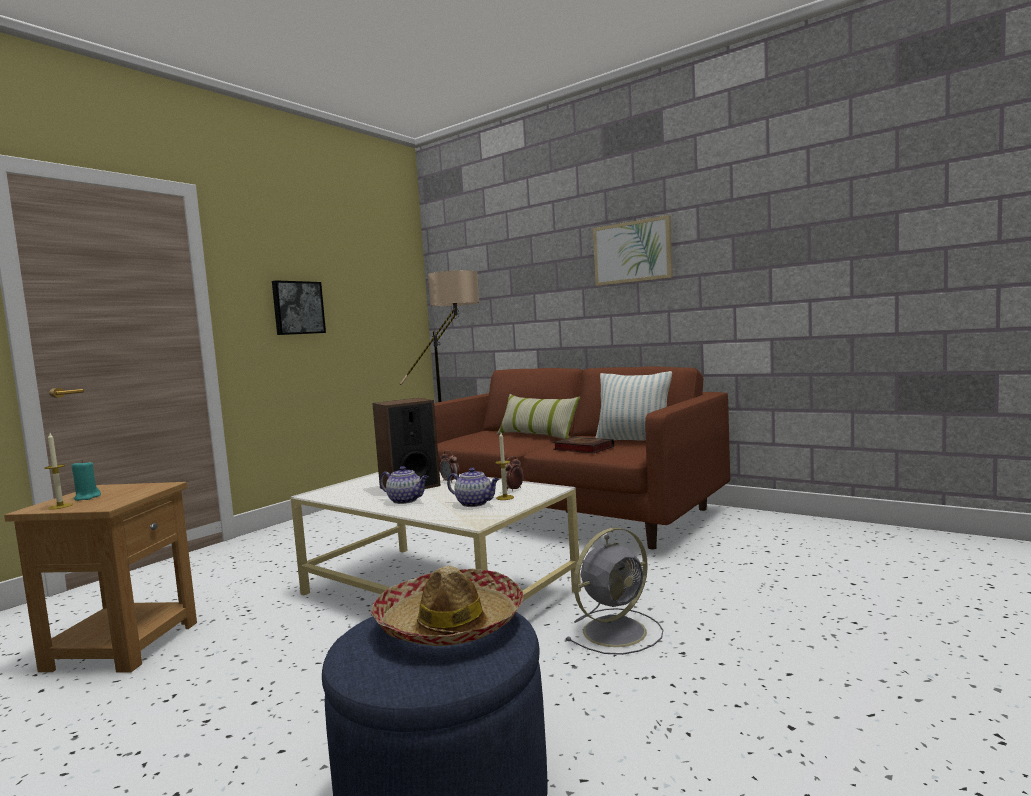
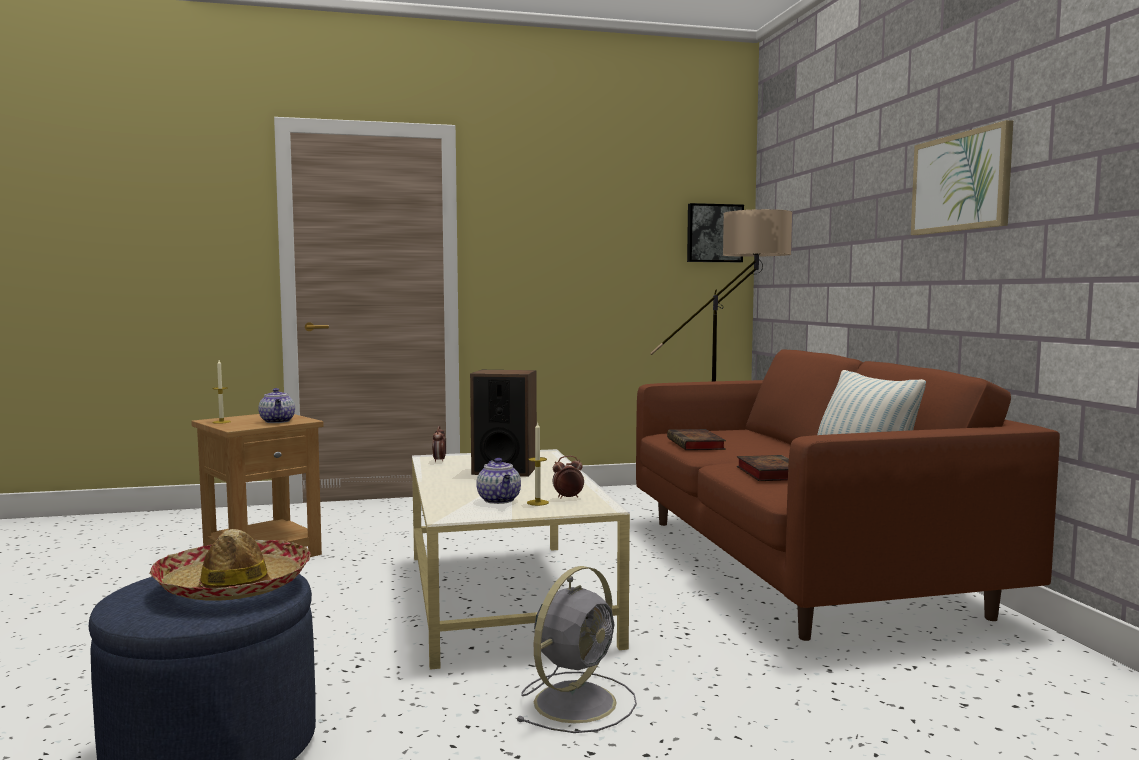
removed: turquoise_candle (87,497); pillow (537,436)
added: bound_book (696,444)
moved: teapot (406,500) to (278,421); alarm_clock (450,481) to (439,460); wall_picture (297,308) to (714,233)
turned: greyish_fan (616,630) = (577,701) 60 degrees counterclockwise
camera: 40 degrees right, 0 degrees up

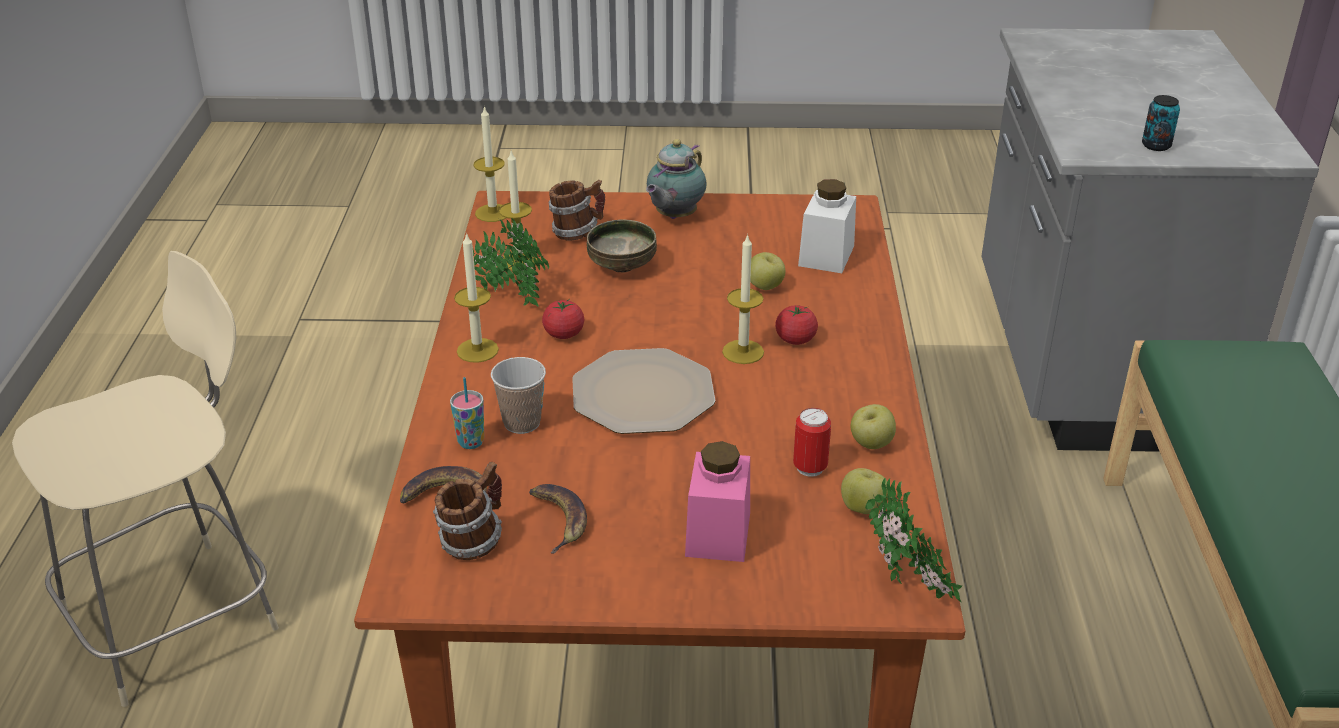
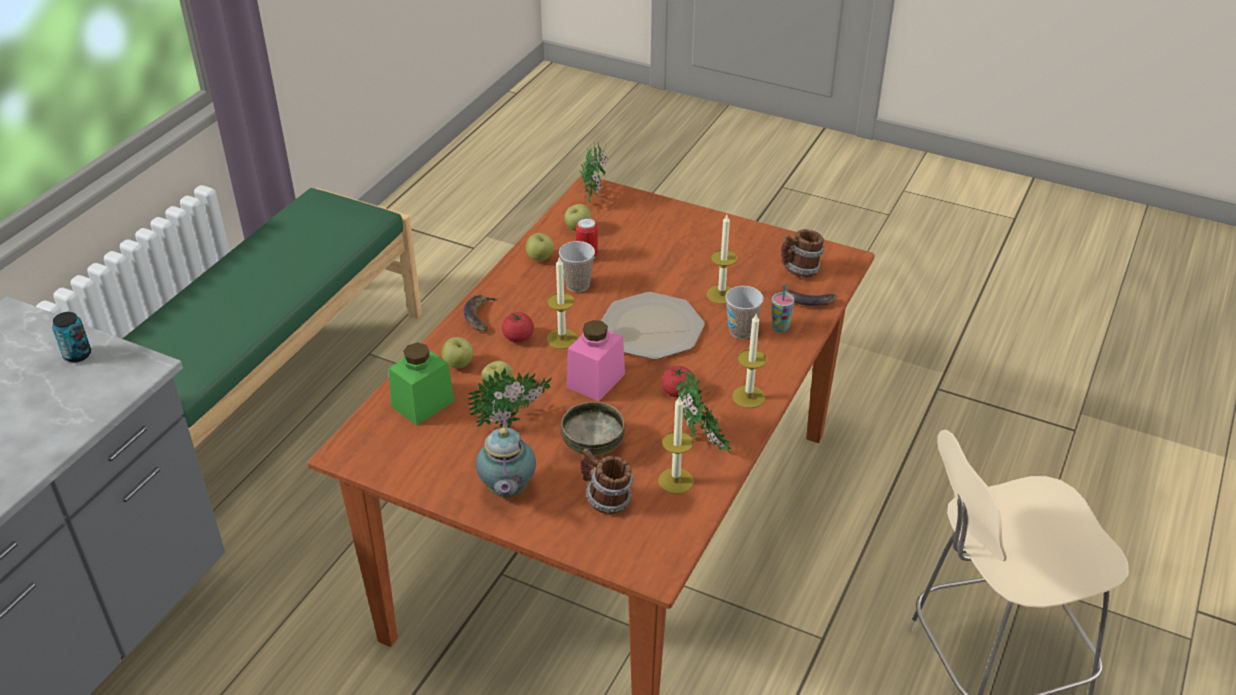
added: apple (458,364); houseplant (514,422); drinking_cup (577,285)
moved: banana (558,519) to (480,316); pink-coloured_preserve_jar (718,534) to (596,380); candle (493,213) to (721,294)
recoloured: whitish_preserve_jar (826,256) to greenish_preserve_jar (423,404)
turned: teapot (674,217) = (507,491) 120 degrees clockwise
camera: 155 degrees left, 5 degrees up

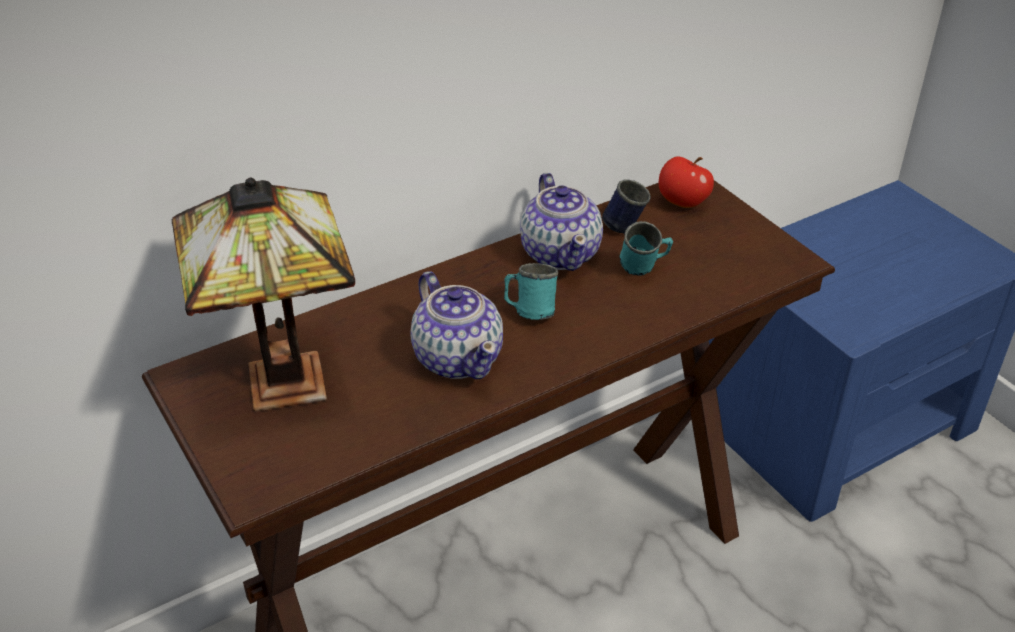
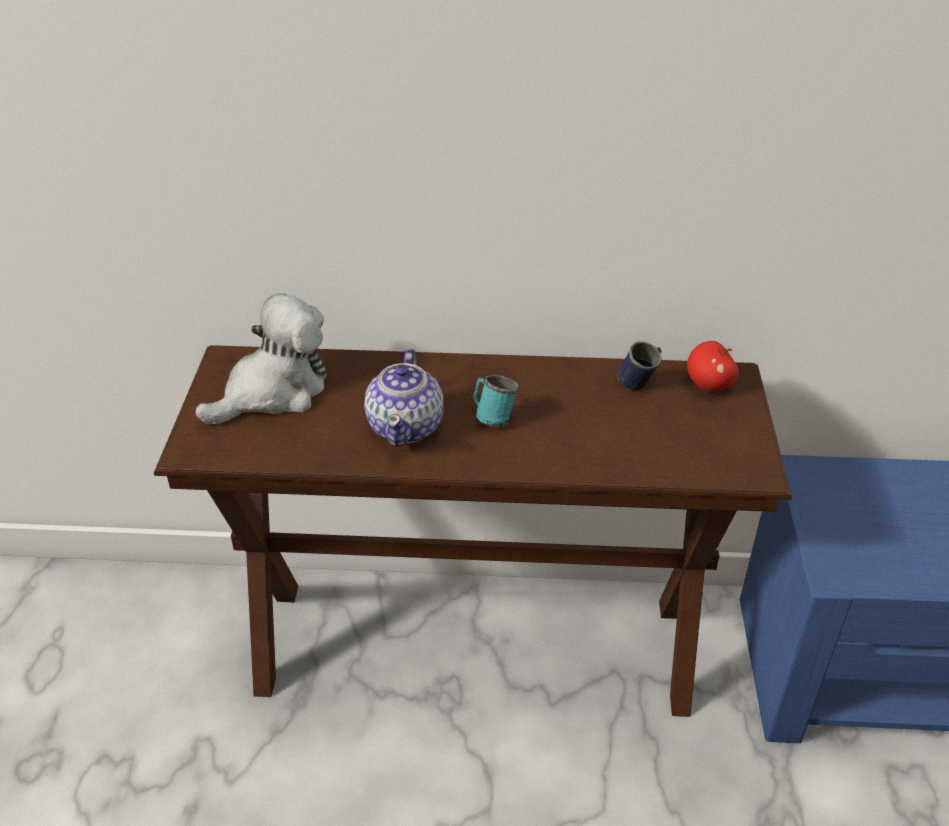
removed: teapot (561,253); turquoise_mug (644,270)
replaced: tabletop_lamp (280,386) to soft_toy (274,392)
camera: 35 degrees right, 0 degrees up

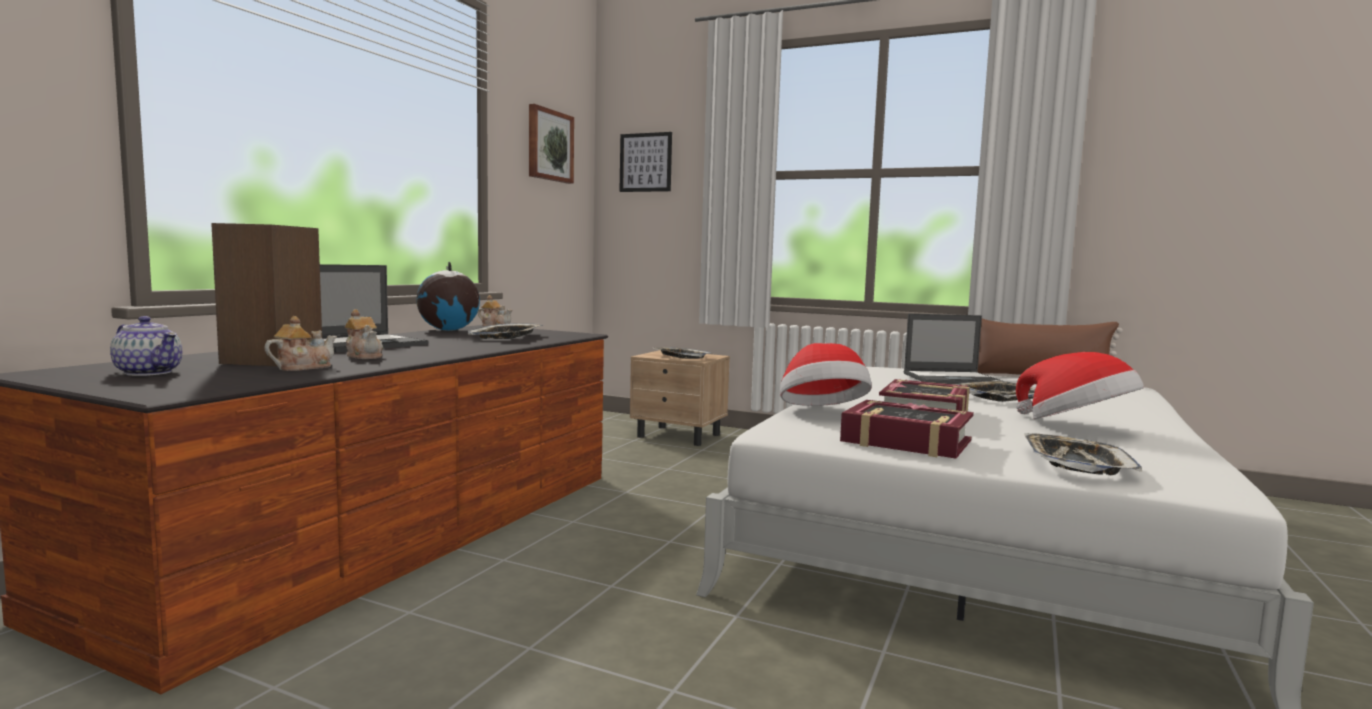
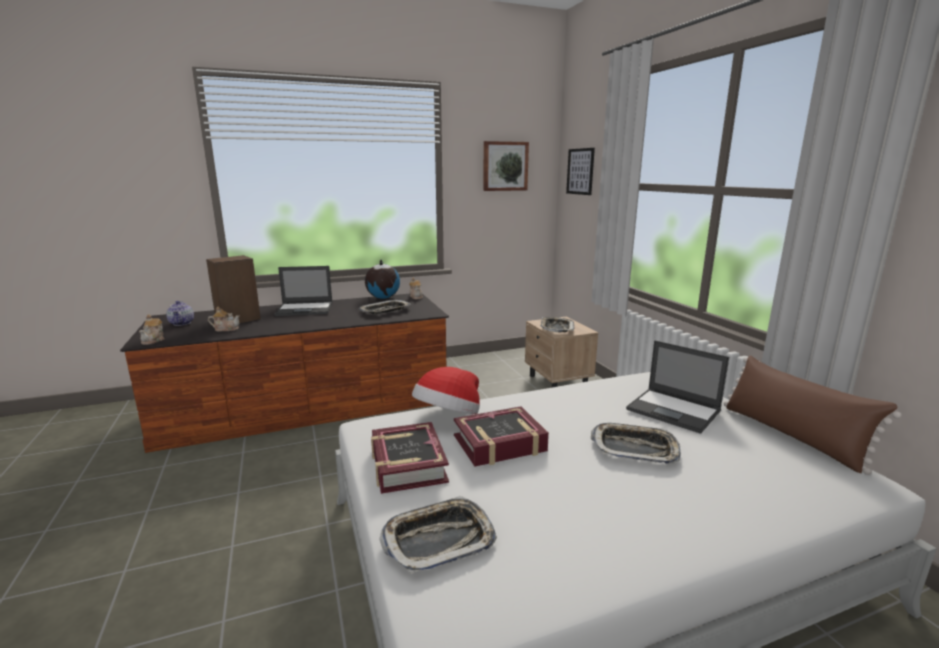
removed: hat (1077,425)
moved: teapot (364,356) to (154,340)
camera: 45 degrees right, 10 degrees up

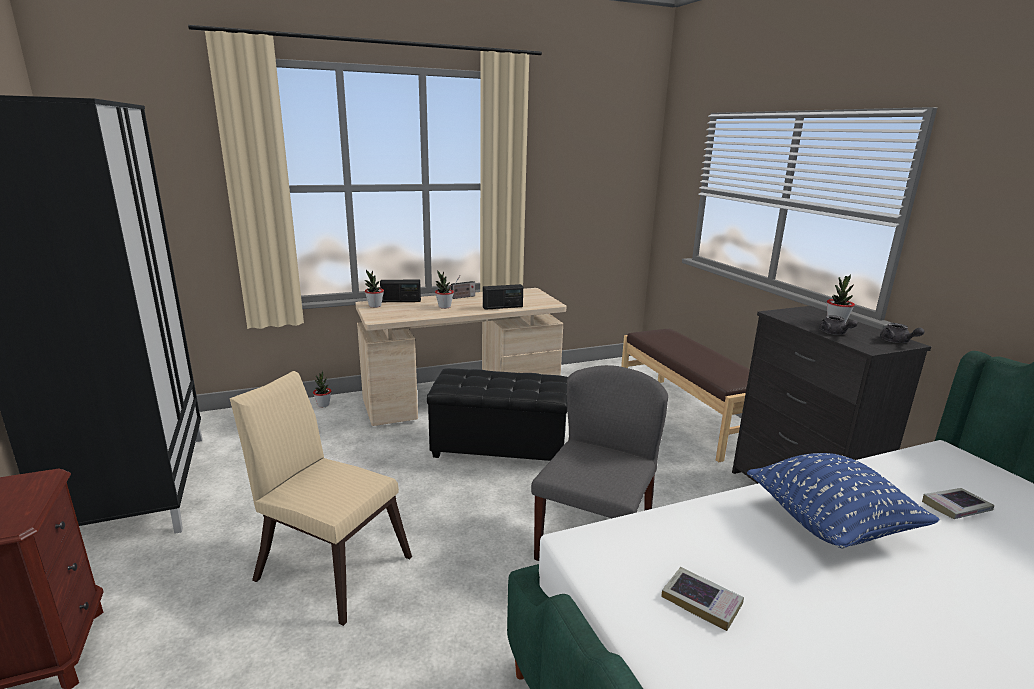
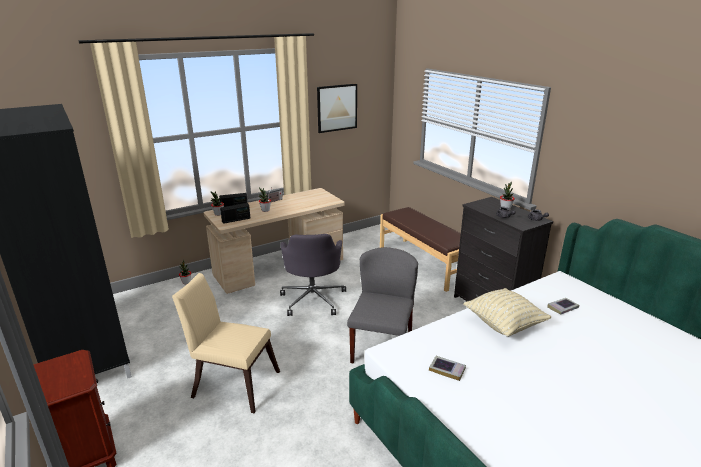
added: wall_picture (337,108)
moved: radio_receiver (502,307) to (236,220)
replaced: blackish_footrest (499,448) to greyish_office_chair (313,299)
recoloured: bluish_pillow (830,524) to beige_pillow (504,324)
camera: 10 degrees left, 5 degrees up

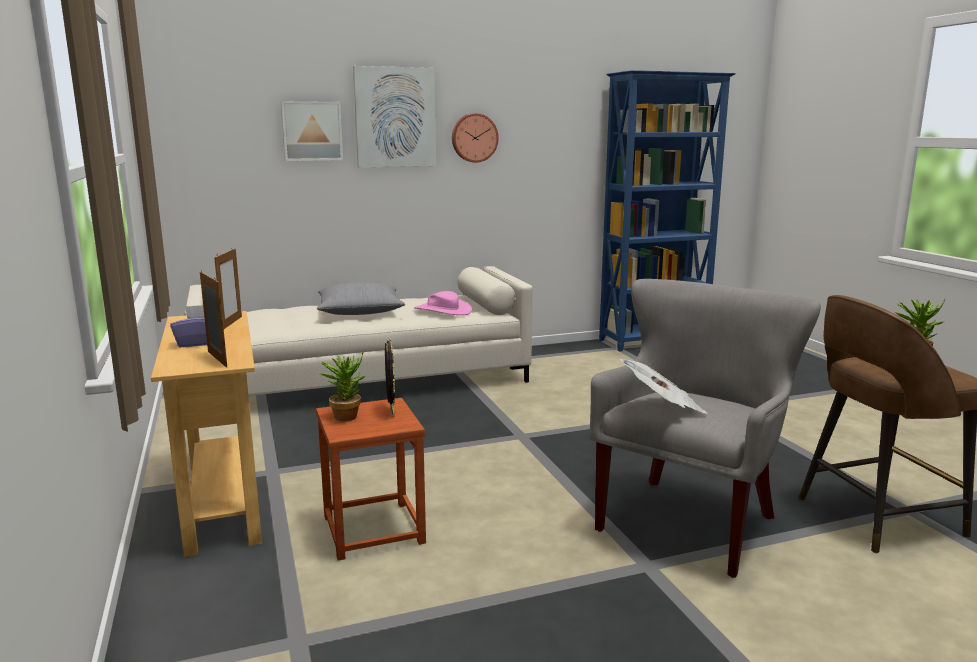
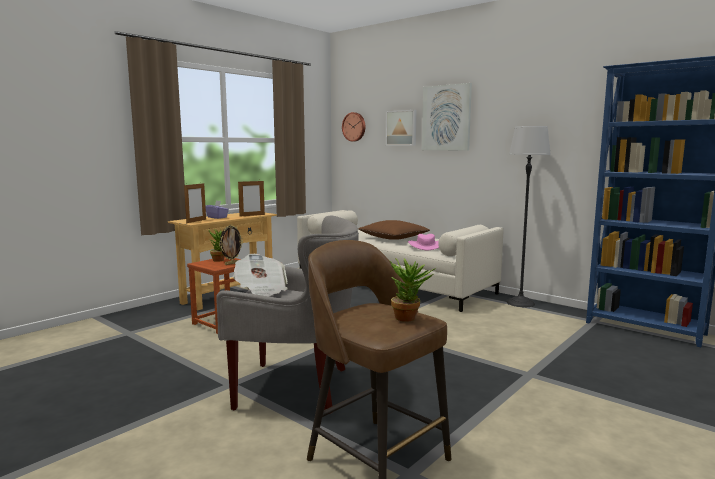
added: floor_lamp (520,303)
moved: hanging_clock (474,138) to (354,127)
recoloured: greyish_pillow (360,311) to brown-coloured_pillow (393,238)
camera: 60 degrees right, 5 degrees down

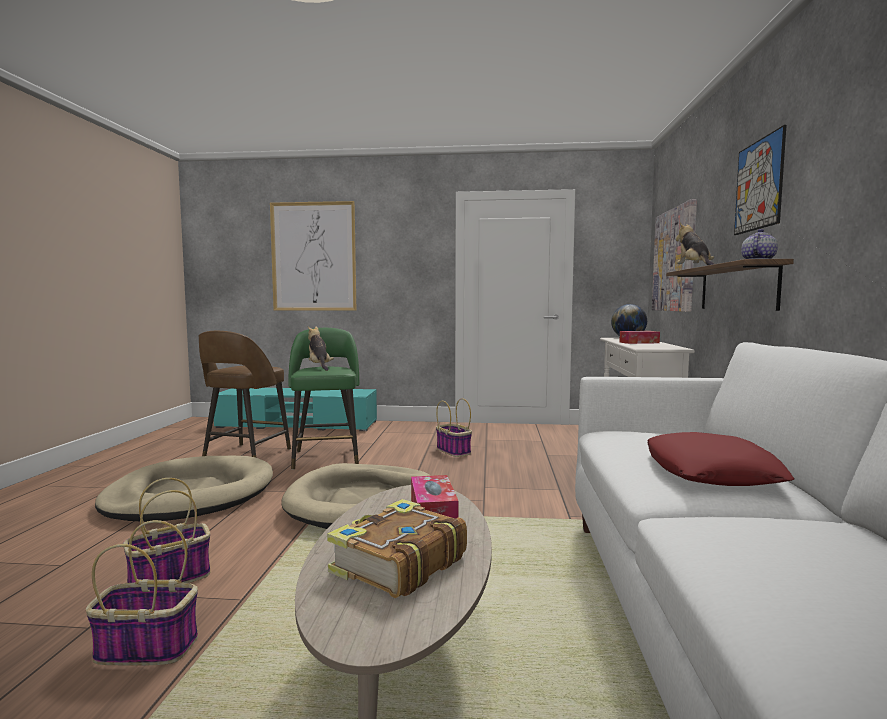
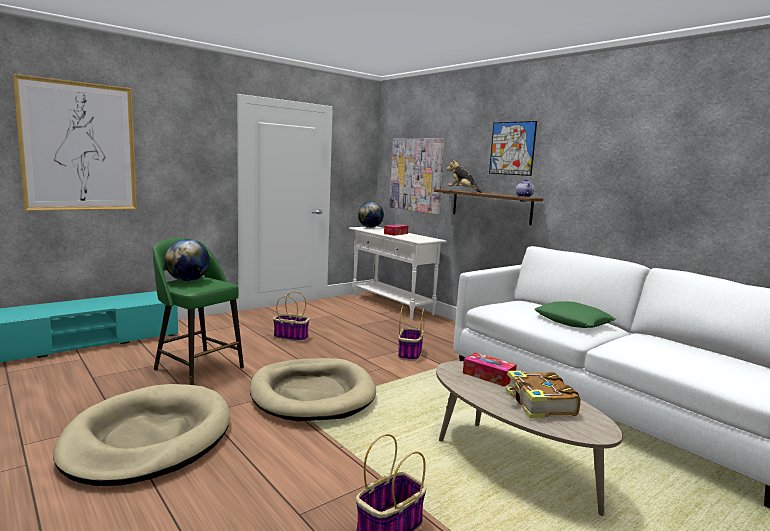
removed: brown-coloured_sitting_stool (245,455)
moved: household_basket (169,579) to (410,354)
replaced: soft_toy (319,367) to world_globe (187,280)
recoloured: red-coloured_pillow (711,472) to greenish_pillow (573,321)
camera: 45 degrees left, 5 degrees up

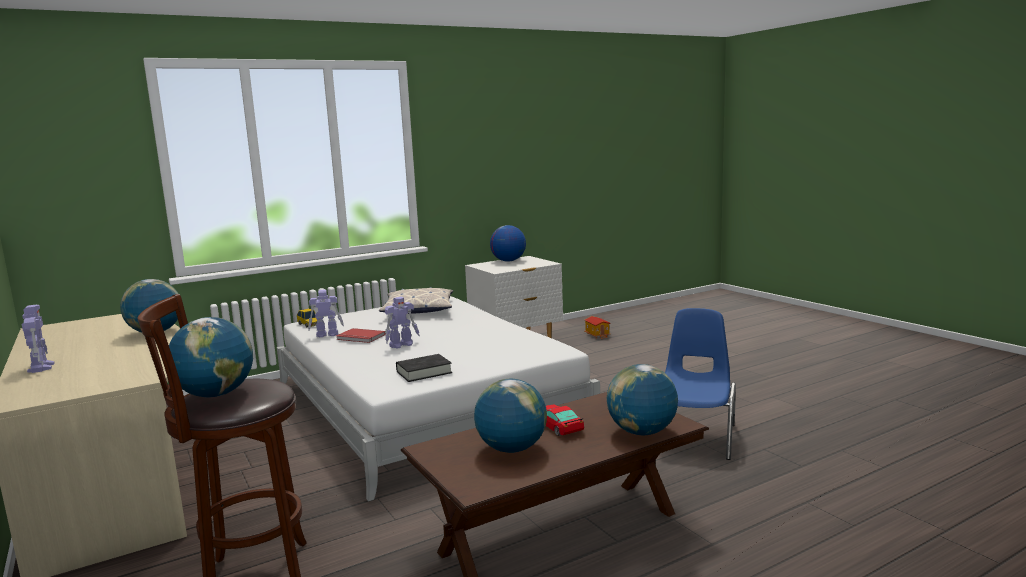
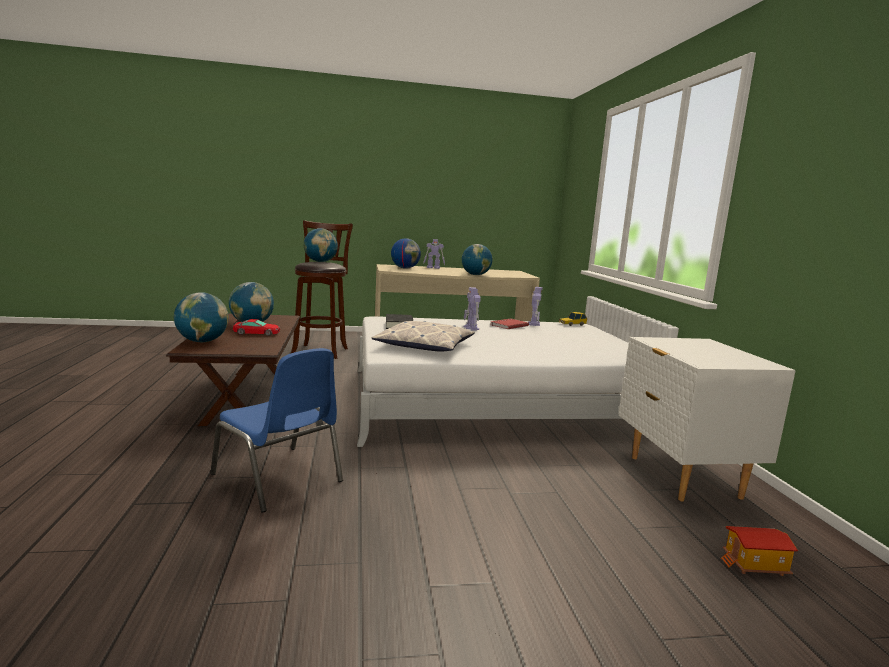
moved: pillow (418,309) to (425,345); world_globe (508,261) to (405,268)
camera: 110 degrees right, 0 degrees up

